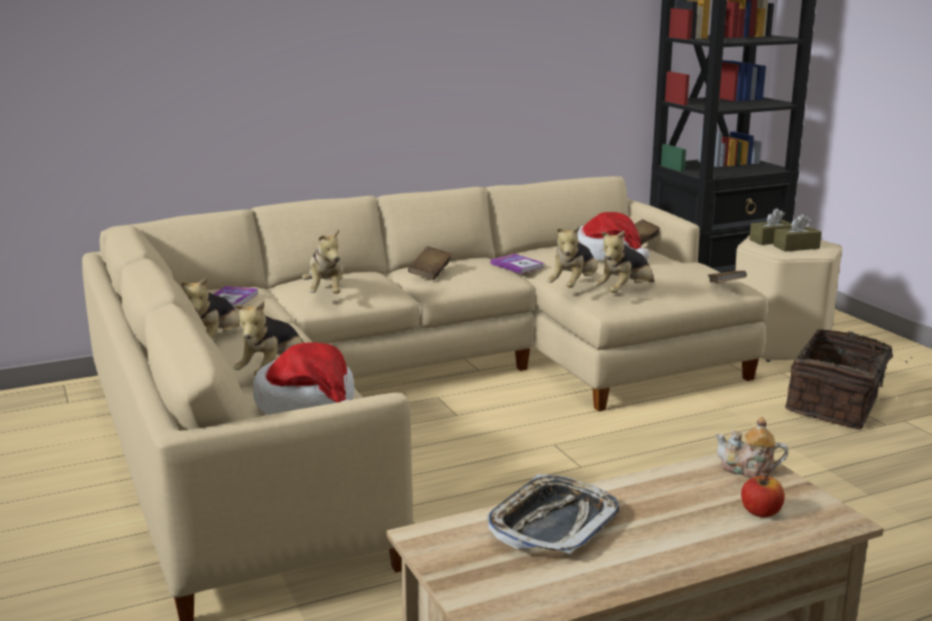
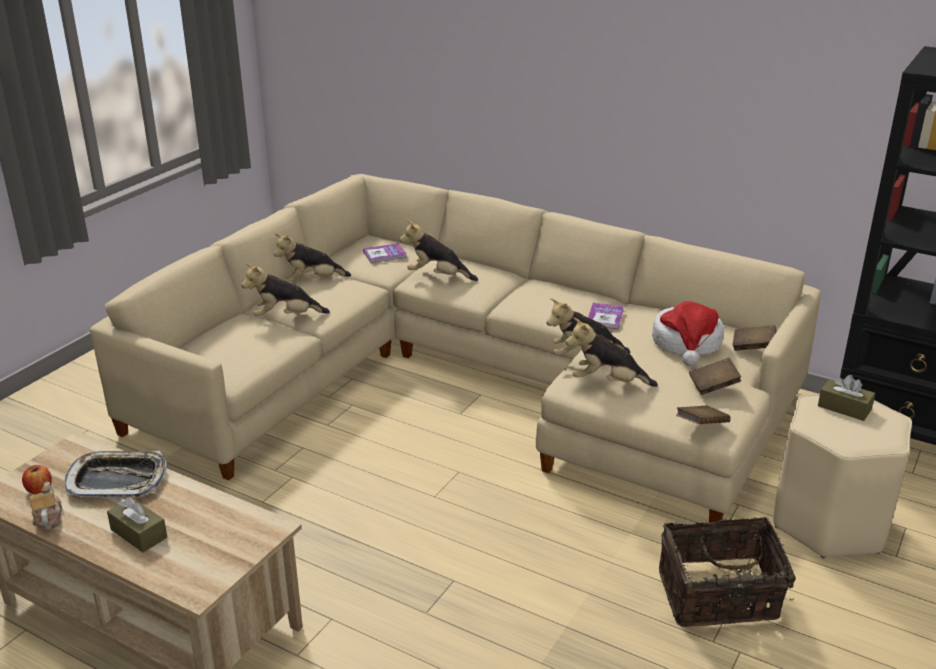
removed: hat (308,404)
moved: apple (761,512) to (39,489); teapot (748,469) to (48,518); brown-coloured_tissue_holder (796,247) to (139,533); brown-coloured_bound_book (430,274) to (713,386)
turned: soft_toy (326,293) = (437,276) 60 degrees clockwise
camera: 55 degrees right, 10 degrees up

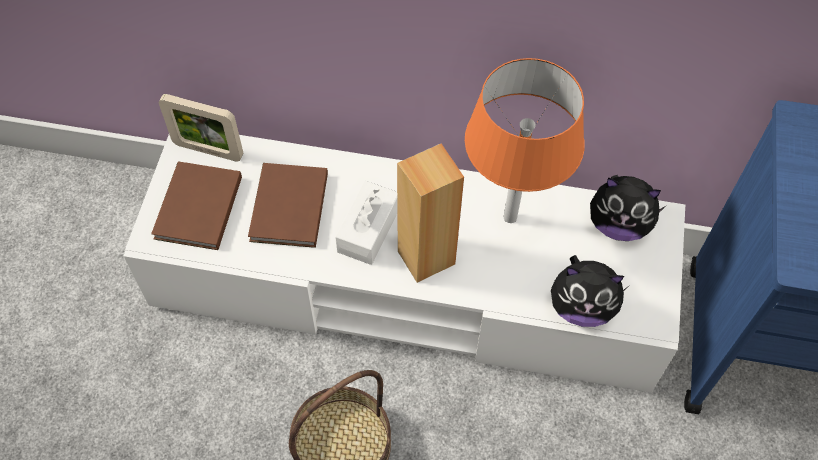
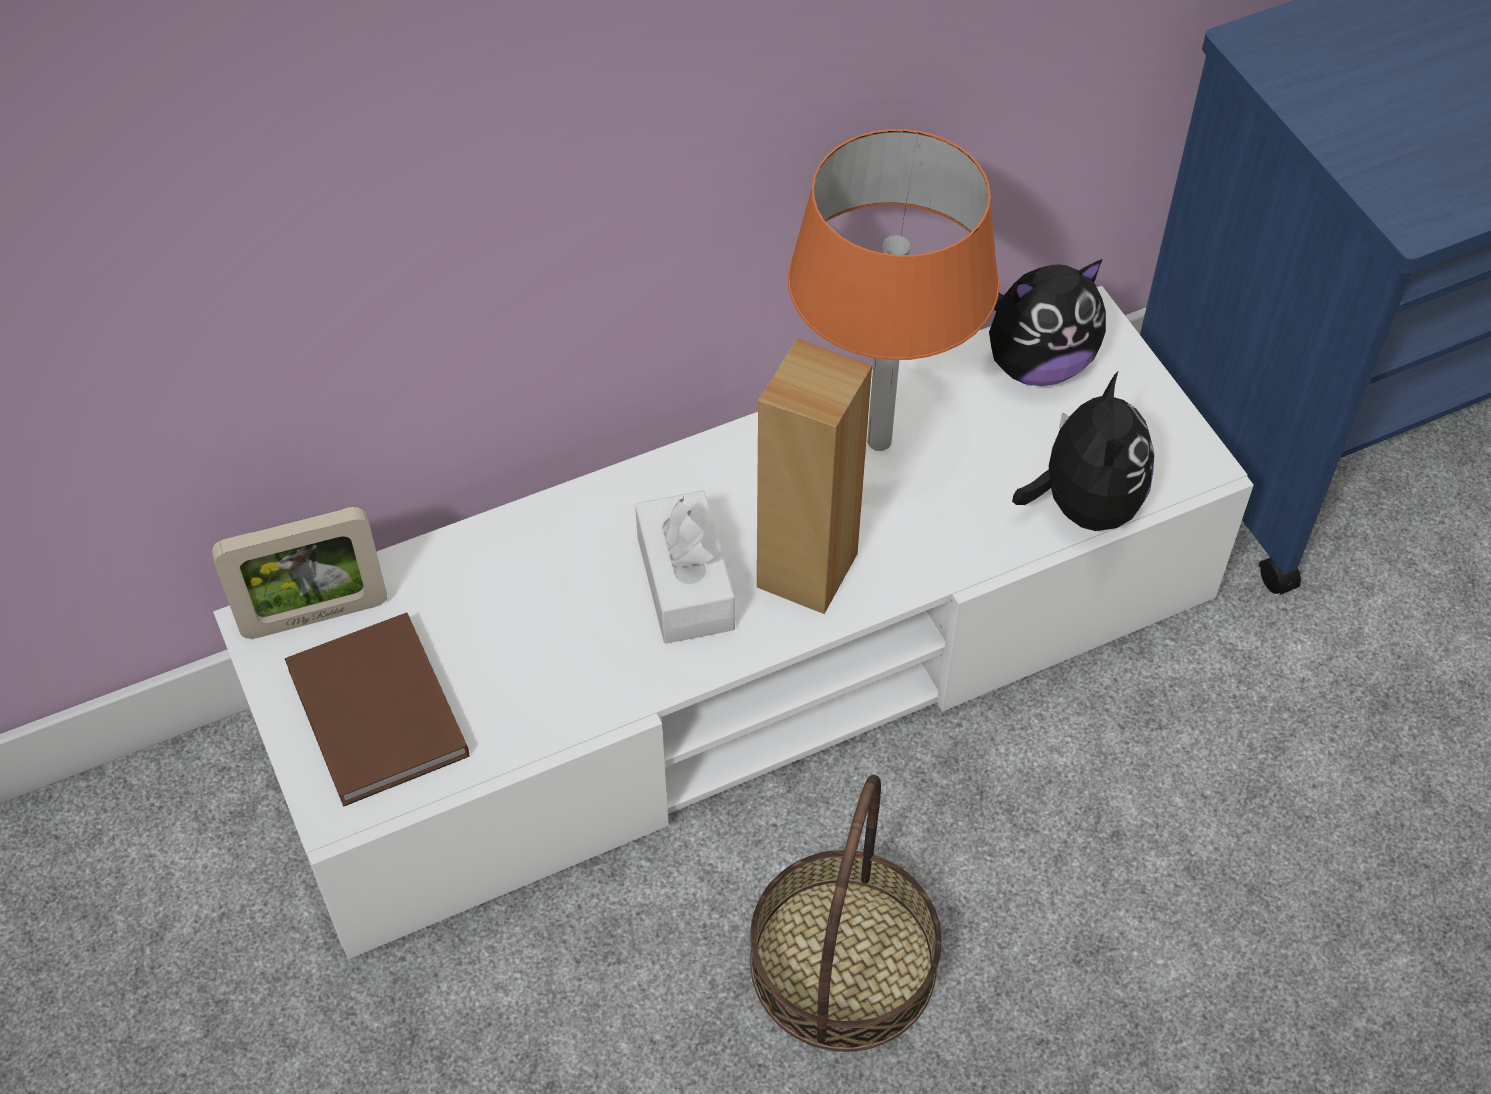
removed: brown-coloured_bound_book (287,209)
turned: soft_toy (581,307) = (1083,505) 60 degrees counterclockwise
camera: 35 degrees left, 5 degrees down

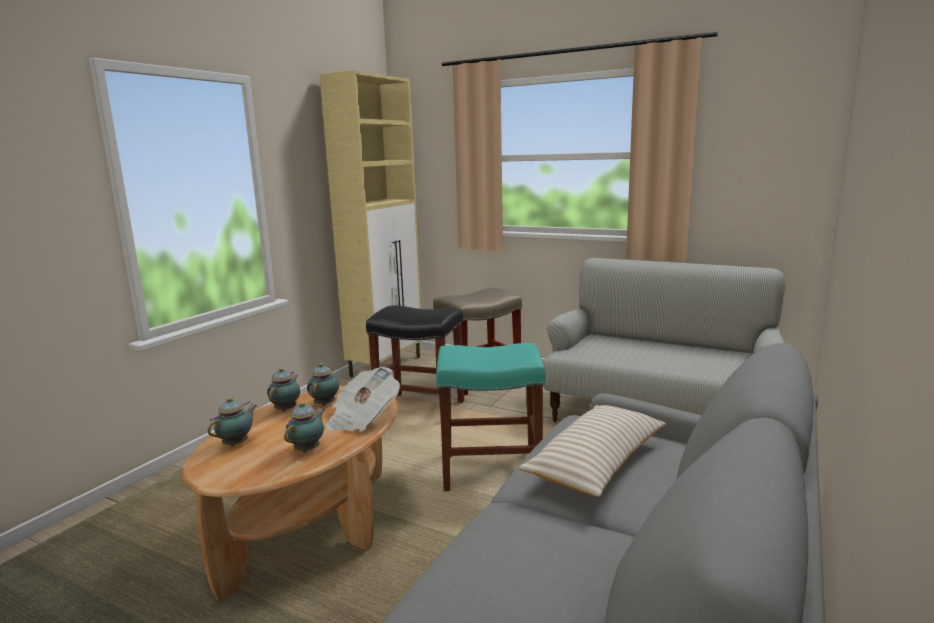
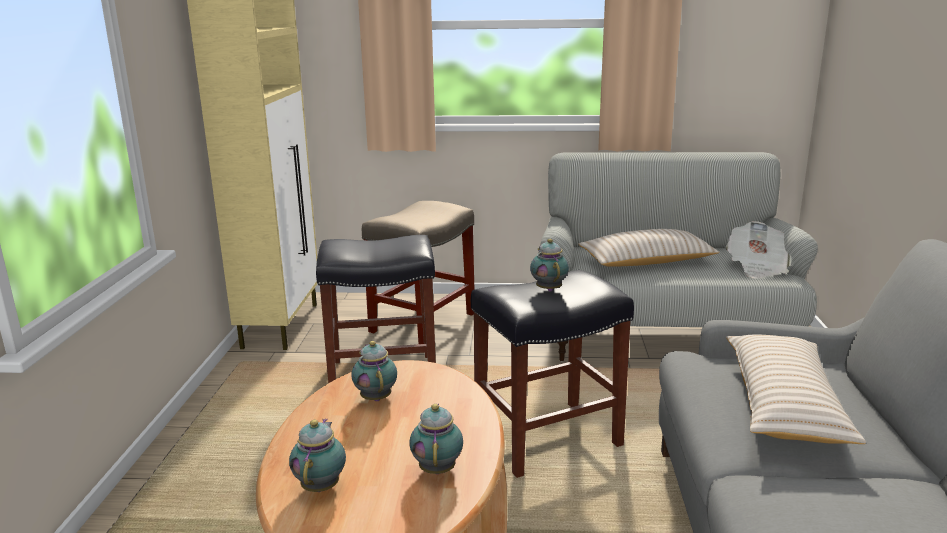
added: beige_pillow (646,262)
moved: teapot (287,409) to (548,289); newspaper (362,418) to (757,267)
recoloured: turquoise_sitting_stool (492,471) to blackish_sitting_stool (548,437)
camera: 25 degrees left, 5 degrees up

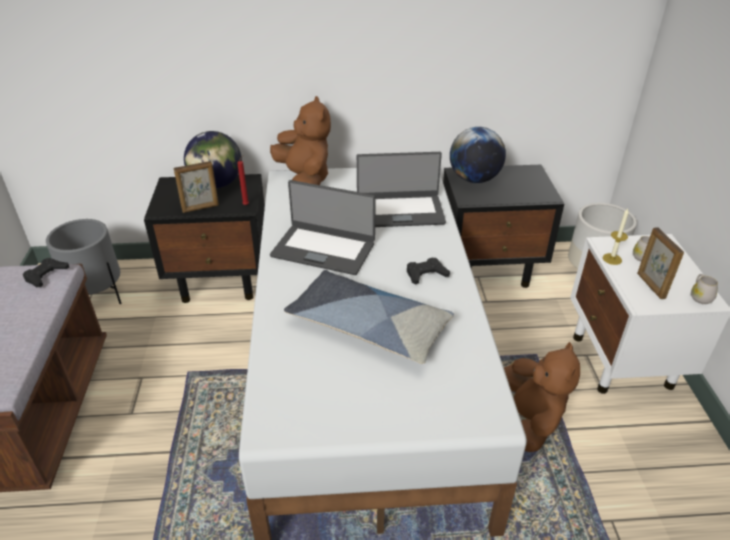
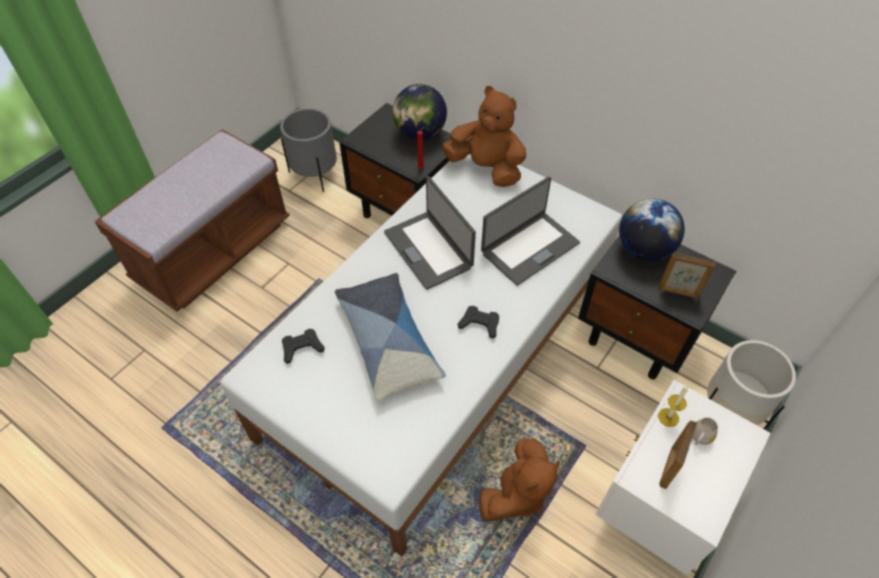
removed: whitish_mug (699,296)
moved: blackish_game_controller (46,275) to (302,348); picture_frame (201,208) to (678,292)
turned: brown-coloured_soft_toy (305,180) = (486,168) 75 degrees counterclockwise; notebook_computer (399,211) = (529,247) 75 degrees counterclockwise
camera: 40 degrees right, 15 degrees up

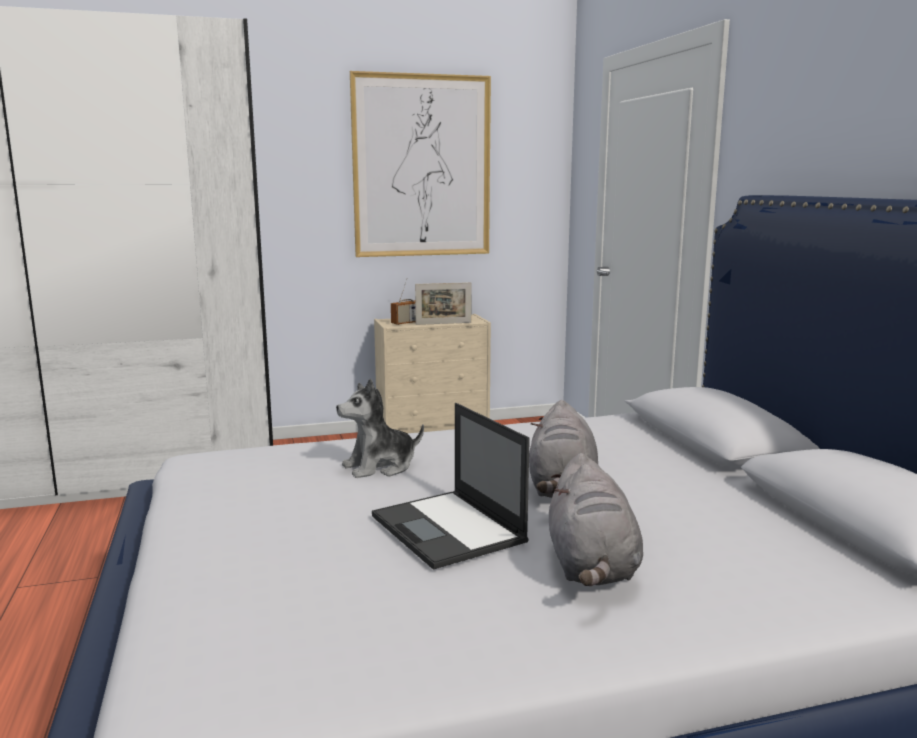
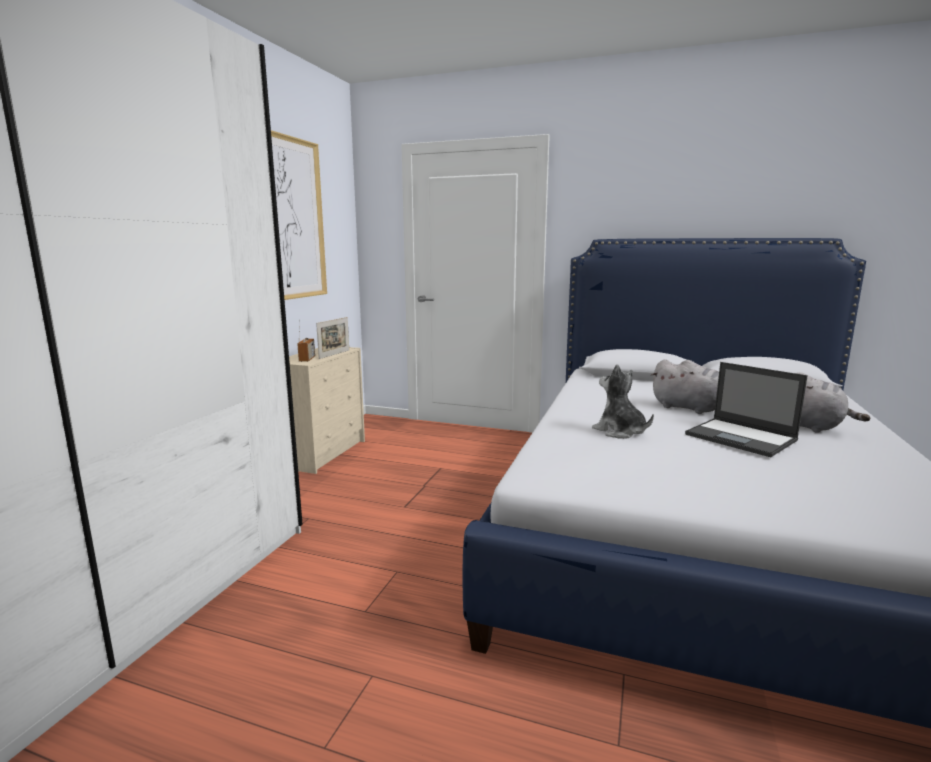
turned: soft_toy (380,467) = (620,432) 135 degrees clockwise; notebook_computer (449,529) = (742,438) 45 degrees clockwise
camera: 55 degrees left, 0 degrees up

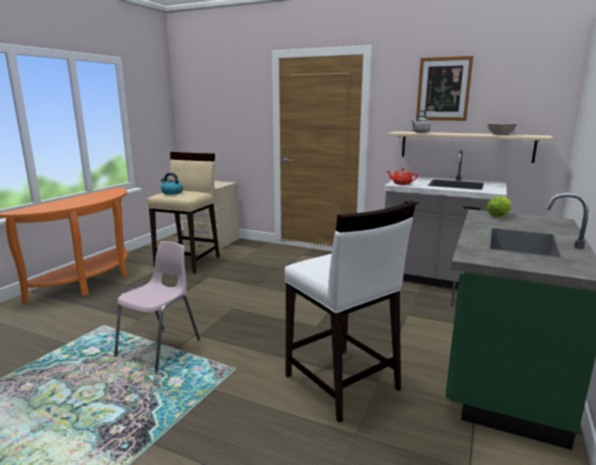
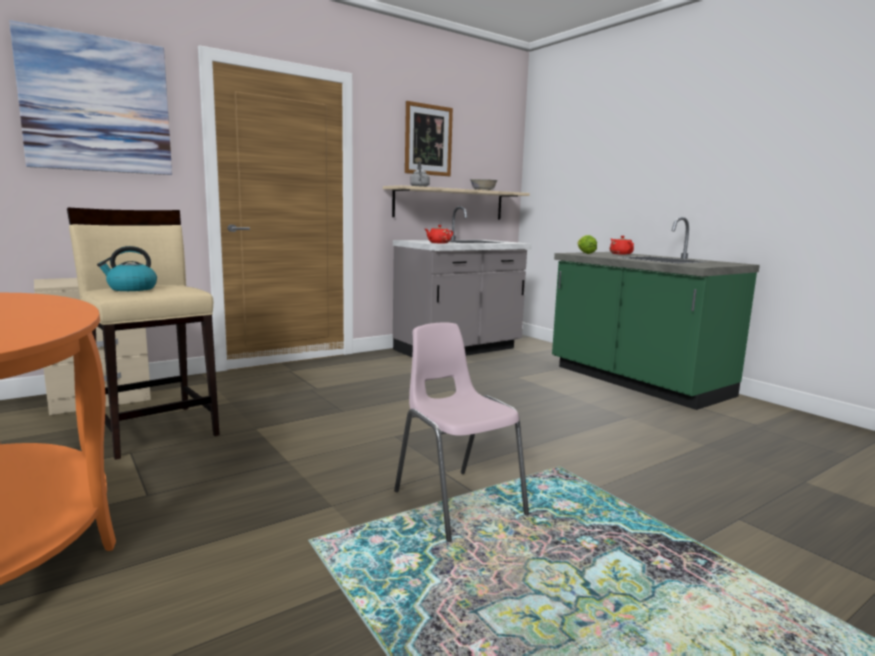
removed: whitish_sitting_stool (342,383)
added: wall_picture (97,105); red-coloured_teapot (620,254)
camera: 60 degrees left, 5 degrees down

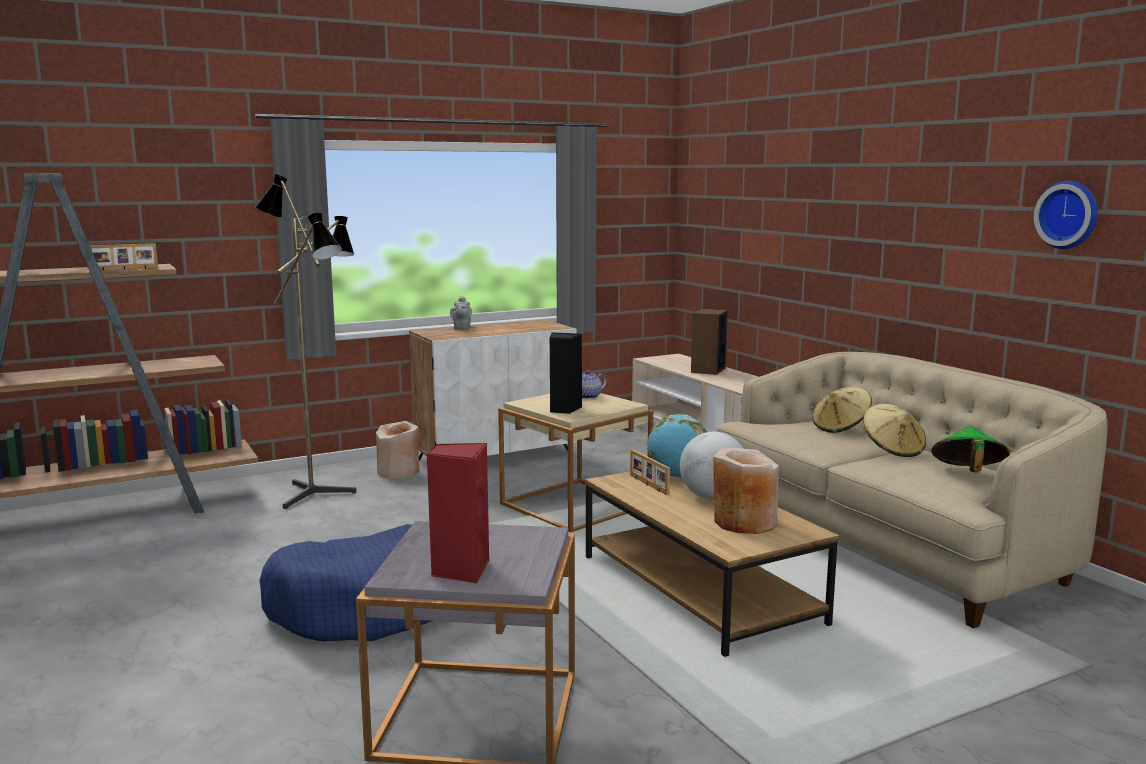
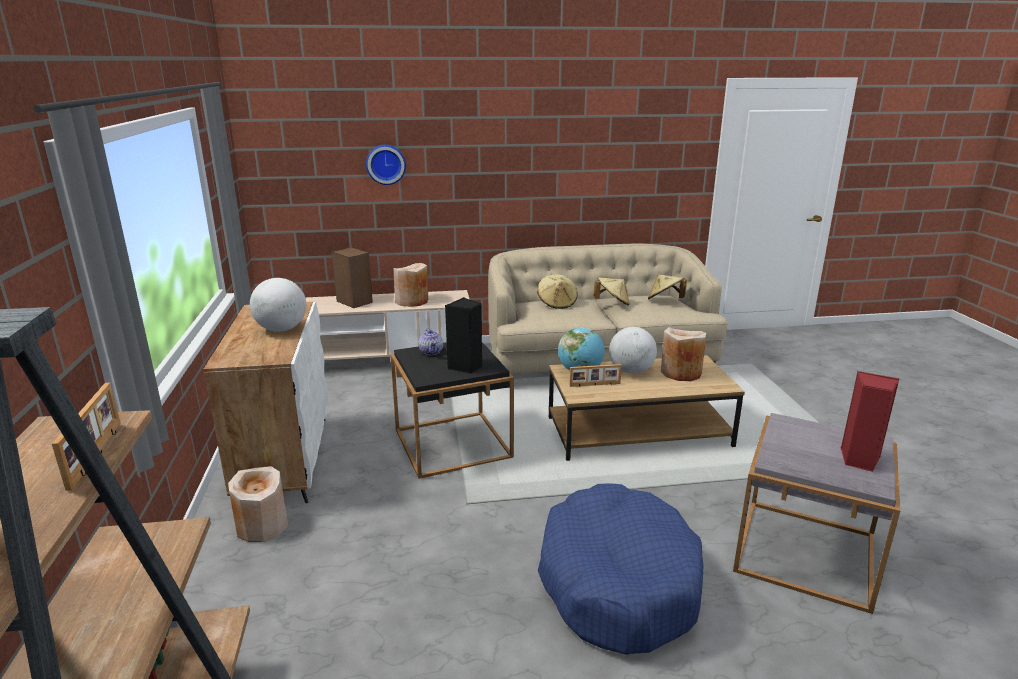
removed: floor_lamp (319,492); greyish_teapot (461,328)
added: world_globe (282,329); beige_flower_vase (412,301)
moved: hanging_clock (1069,214) to (386,164)
recoloured: beige_end_table (575,505) to blackish_end_table (452,443); greenish_hat (967,473) to beige_hat (665,300)
camera: 70 degrees left, 10 degrees up

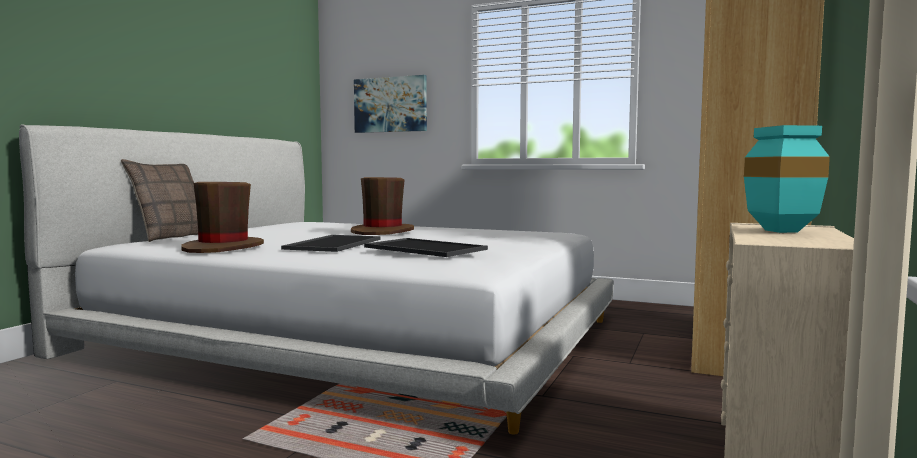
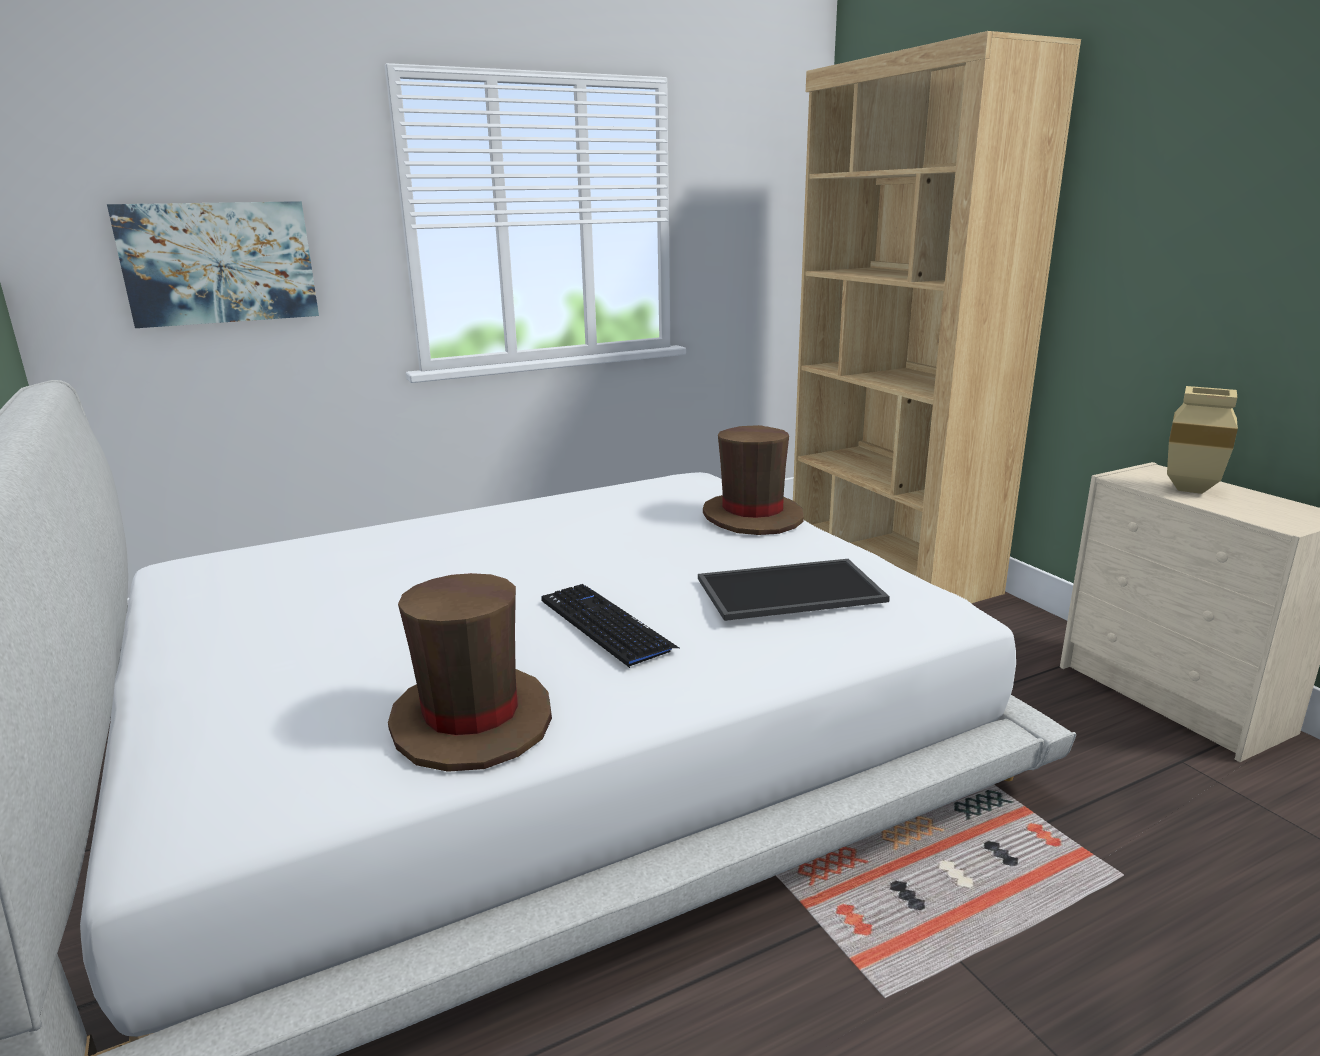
removed: pillow (171,236)
moved: brown-coloured_hat (383,231) to (753,516)
replaced: carrying_tray (333,244) to computer_keyboard (605,625)
recoloured: turquoise_flower_vase (777,231) to beige_flower_vase (1186,489)
camera: 50 degrees left, 15 degrees up

